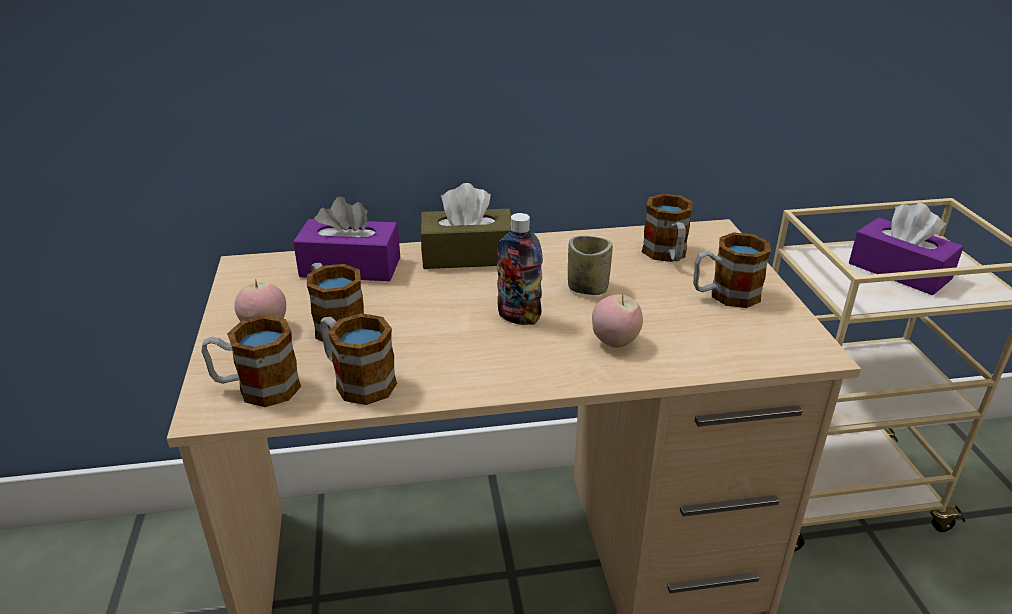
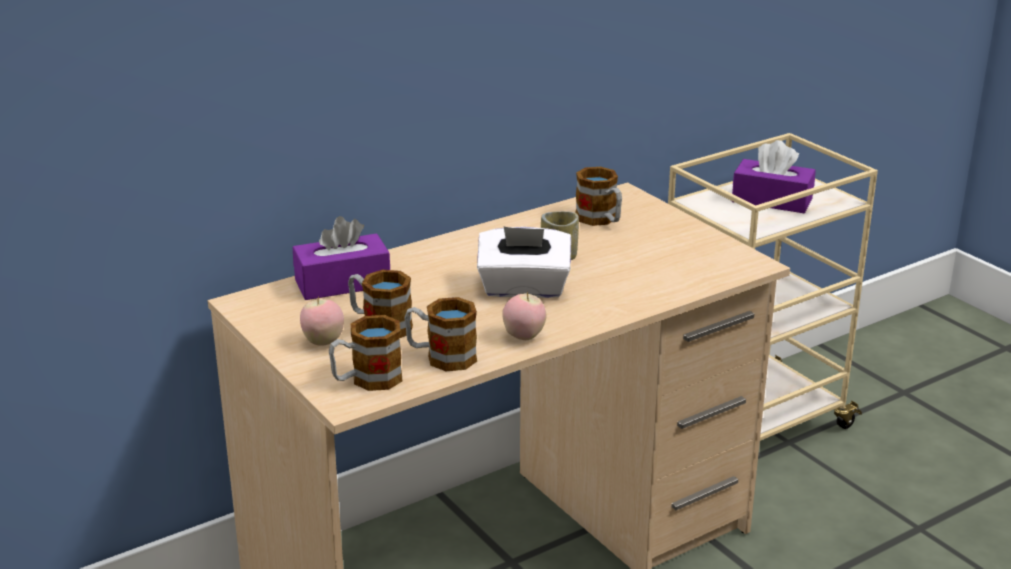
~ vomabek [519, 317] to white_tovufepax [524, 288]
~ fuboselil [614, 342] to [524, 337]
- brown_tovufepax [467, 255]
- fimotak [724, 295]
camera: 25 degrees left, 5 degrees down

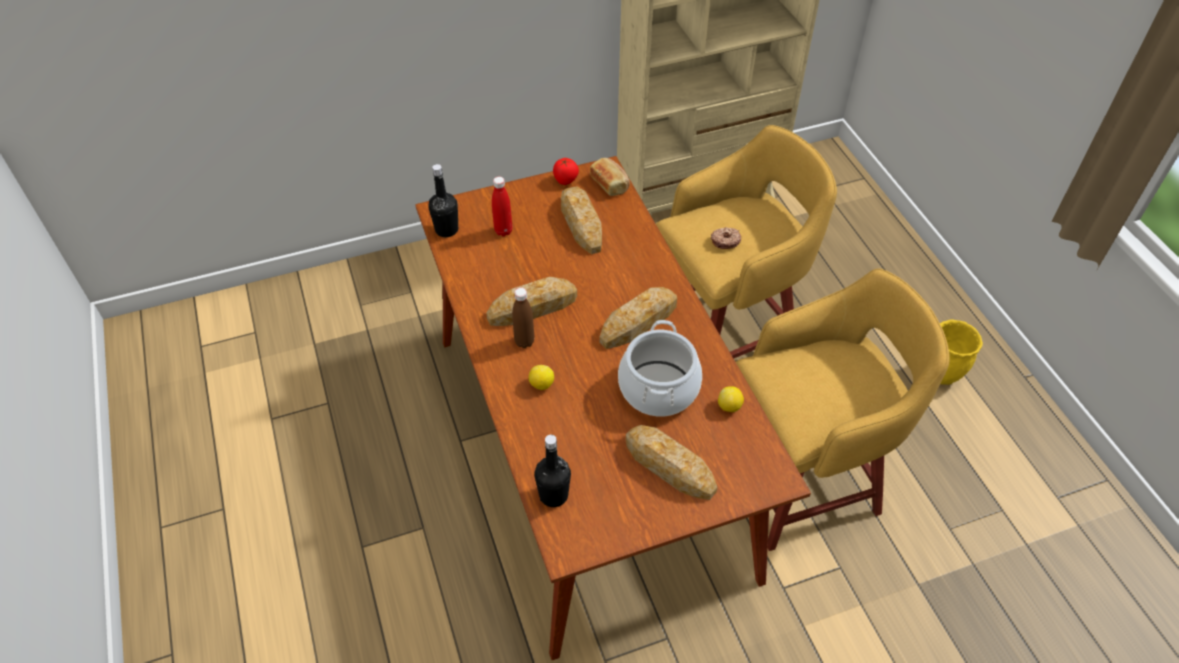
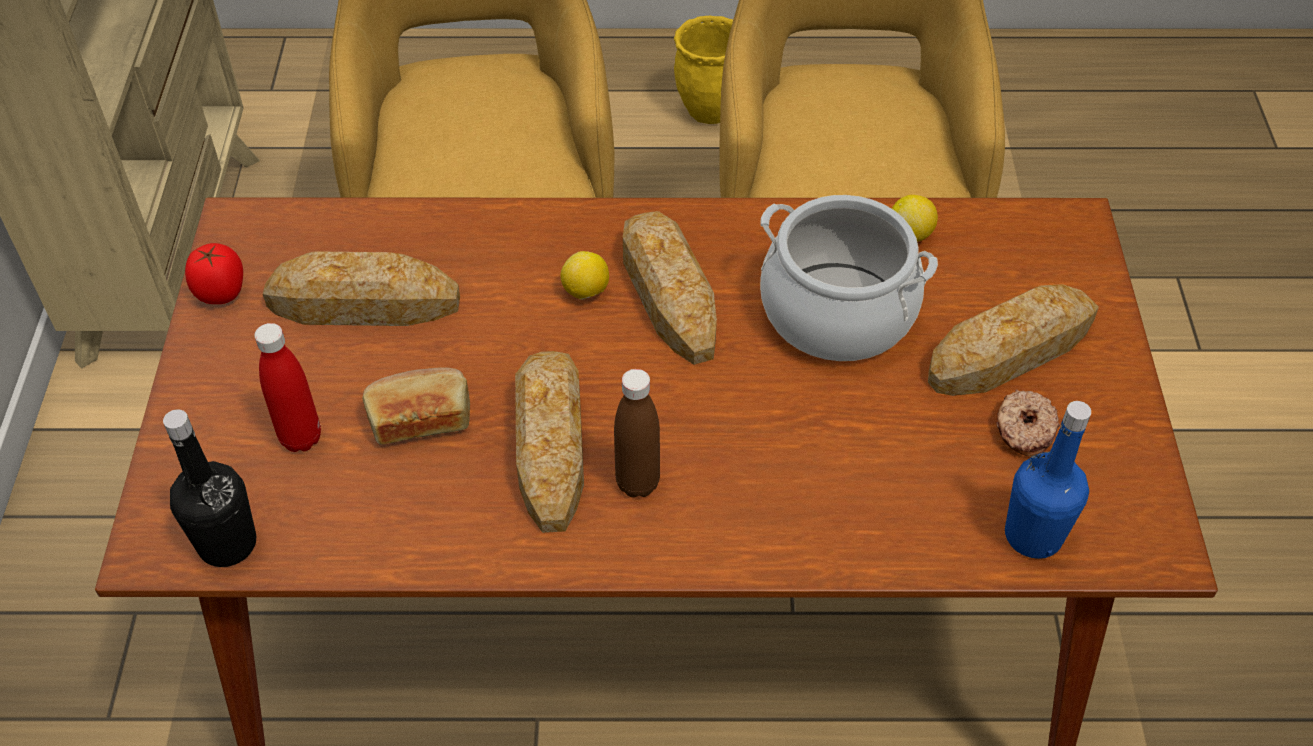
~ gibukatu [610, 183] to [420, 418]
~ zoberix [541, 384] to [586, 292]
~ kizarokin [725, 241] to [1023, 430]
~ black_vomabek [553, 495] to blue_vomabek [1033, 535]
camera: 70 degrees left, 0 degrees up

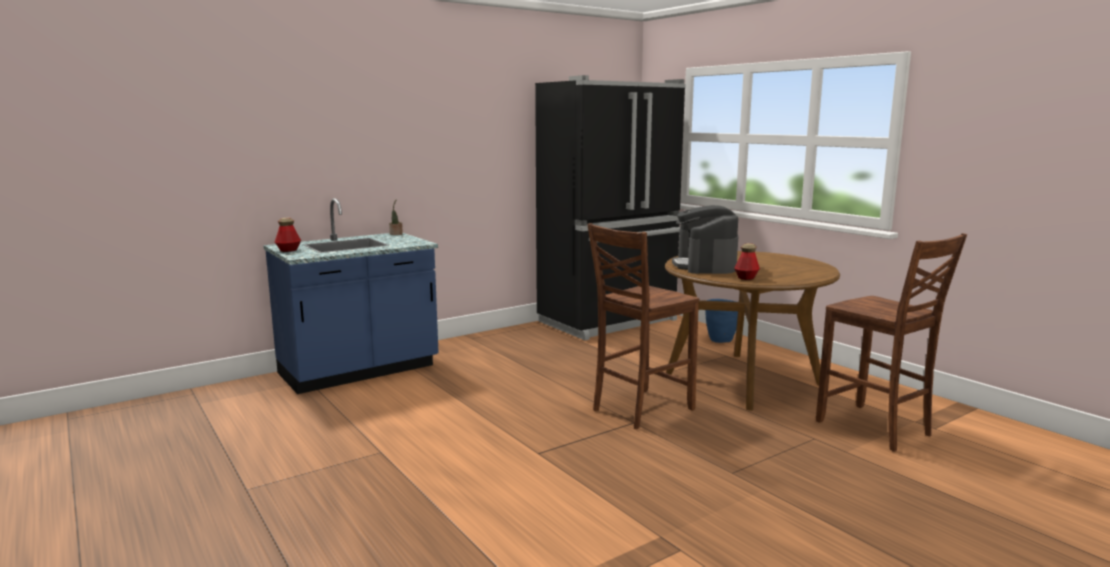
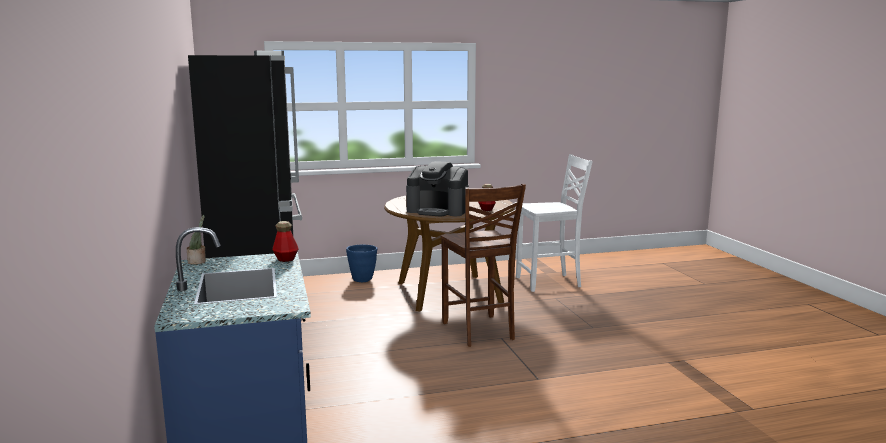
~ vomabek [288, 250] to [286, 259]
~ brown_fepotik [875, 429] to white_fepotik [550, 283]
camera: 70 degrees left, 0 degrees up

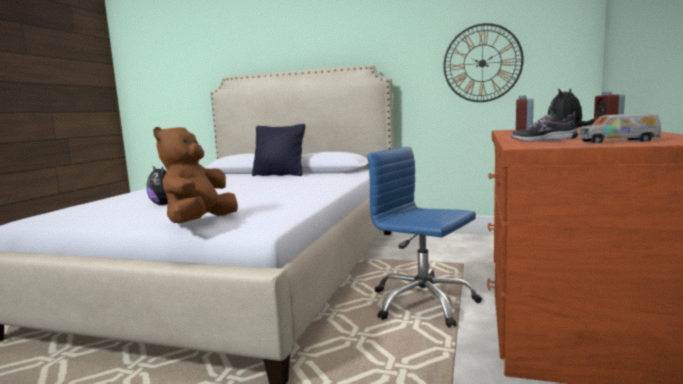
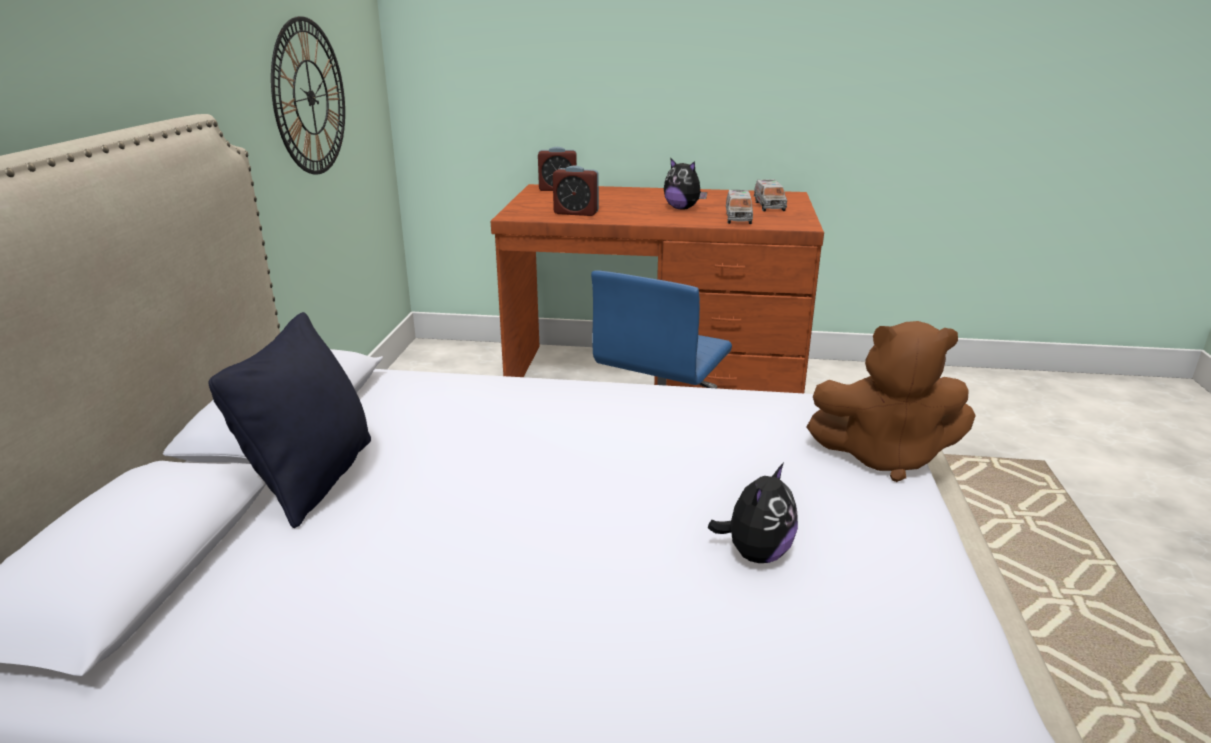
~ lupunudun [543, 140] to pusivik [738, 217]
camera: 100 degrees left, 15 degrees up

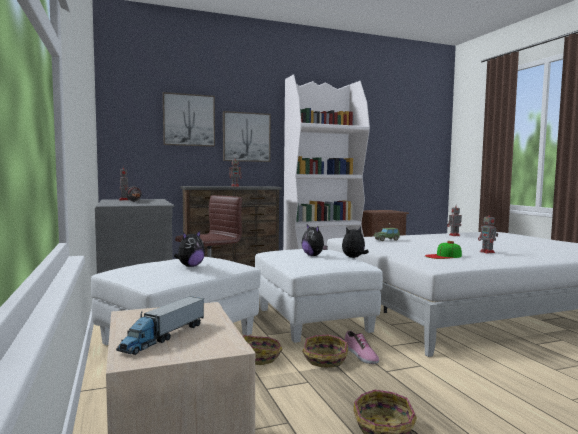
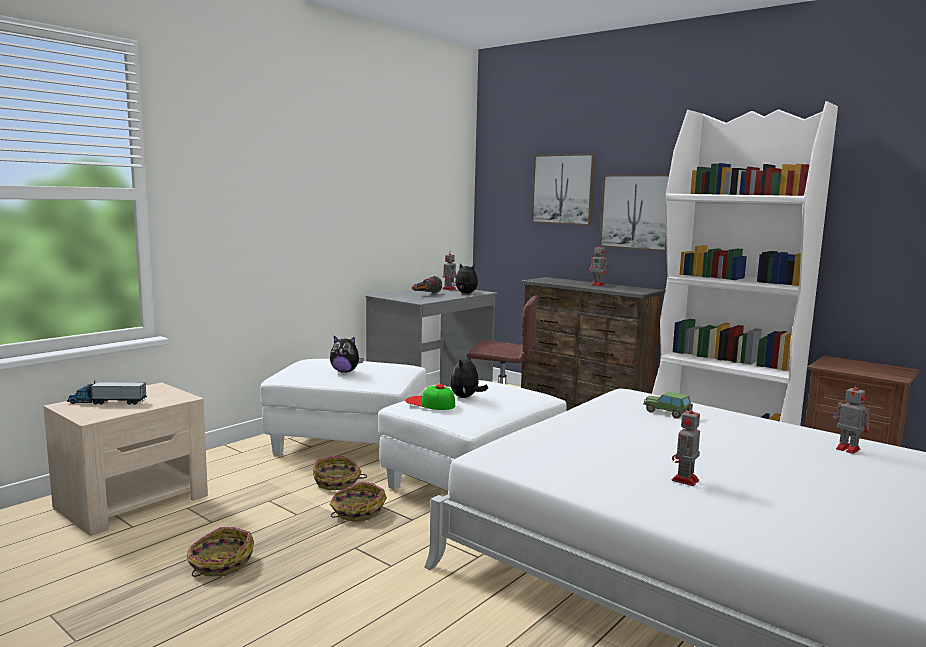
~ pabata [443, 256] to [430, 403]
~ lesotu [354, 258] to [465, 293]
- lupunudun [360, 355]
camera: 60 degrees right, 5 degrees up

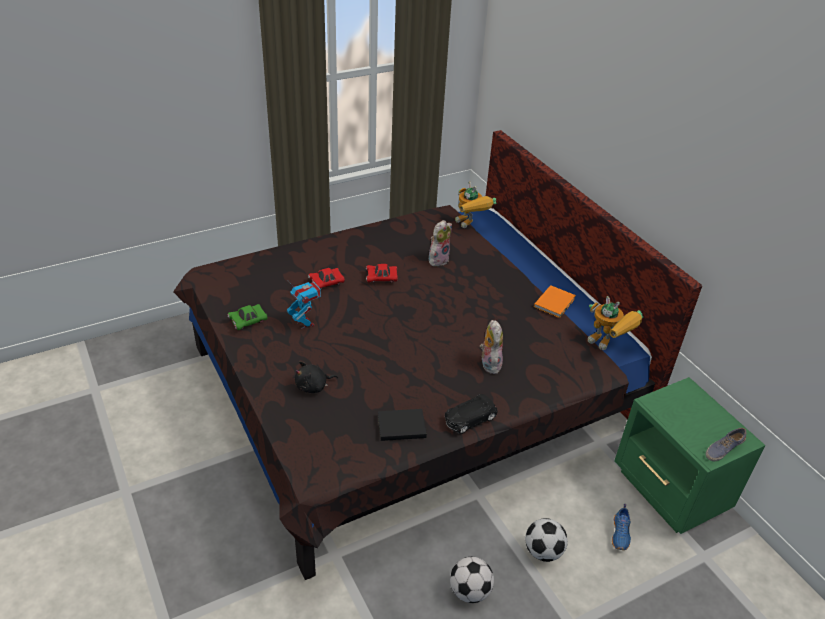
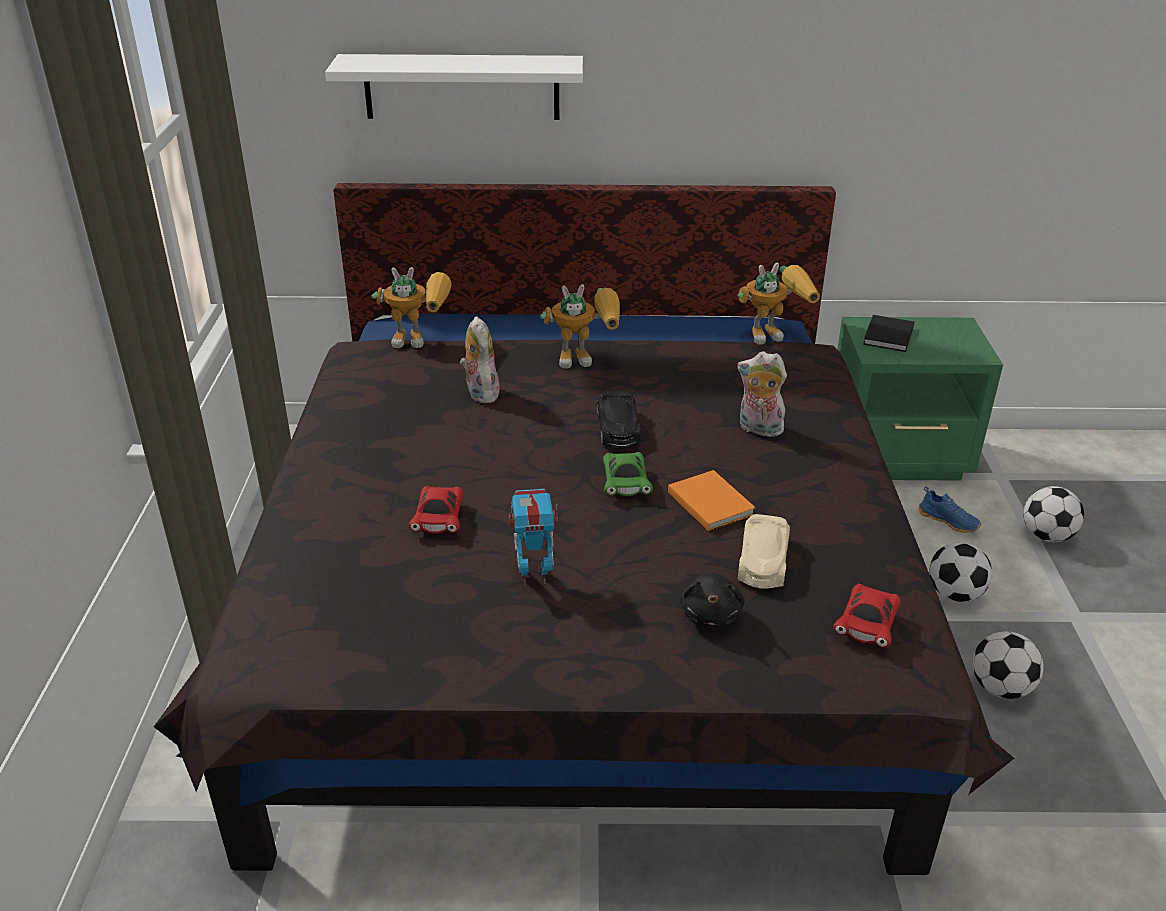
+ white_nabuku [462, 87]
+ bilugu [587, 358]
~ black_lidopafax [469, 418] to [618, 429]
~ green_lidopafax [248, 322] to [625, 484]
~ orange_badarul [555, 302] to [710, 502]
+ beige_lidopafax [763, 561]
~ red_lidopafax [381, 278] to [867, 626]
~ black_badarul [400, 426] to [887, 336]
+ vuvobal [1046, 536]
- lupunudun [723, 449]
camera: 60 degrees left, 5 degrees down

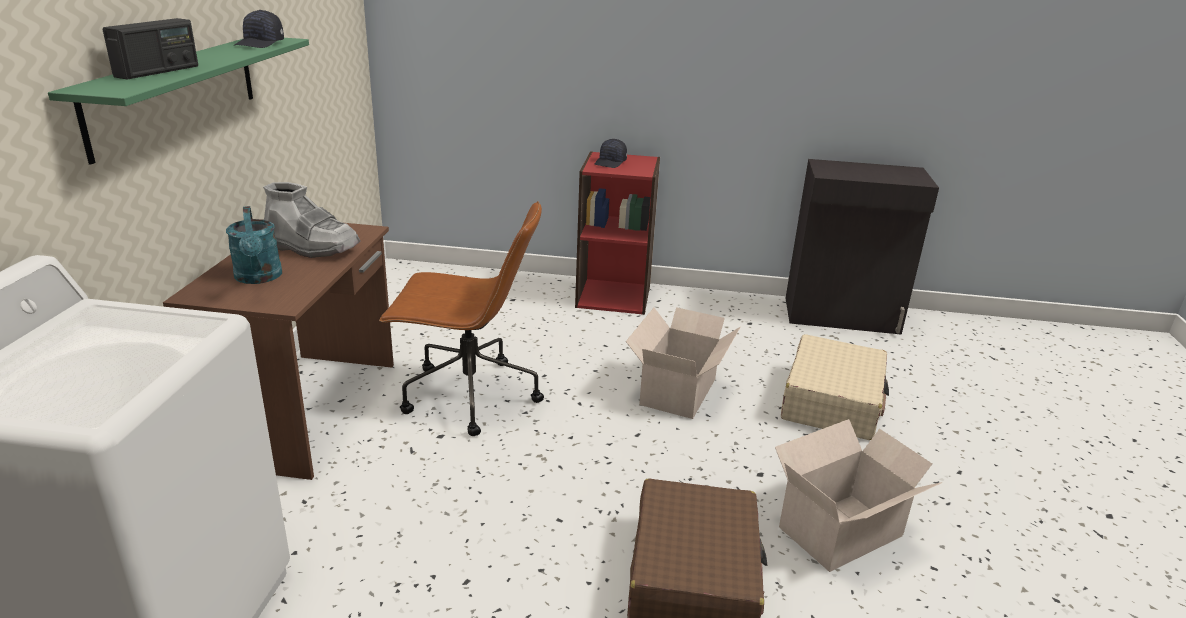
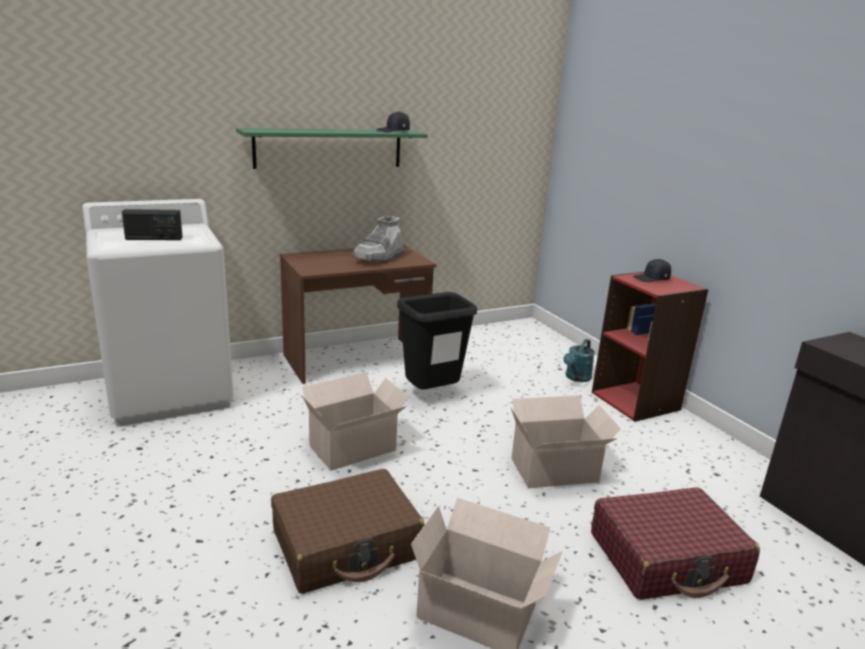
~ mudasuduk [158, 71] to [154, 238]
+ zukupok [355, 448]
~ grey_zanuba [312, 247] = [379, 258] 45 degrees clockwise
~ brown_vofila [468, 396] to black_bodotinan [431, 395]
~ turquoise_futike [259, 278] to [576, 378]
~ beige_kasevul [832, 401] to red_kasevul [667, 558]
camera: 55 degrees right, 5 degrees down

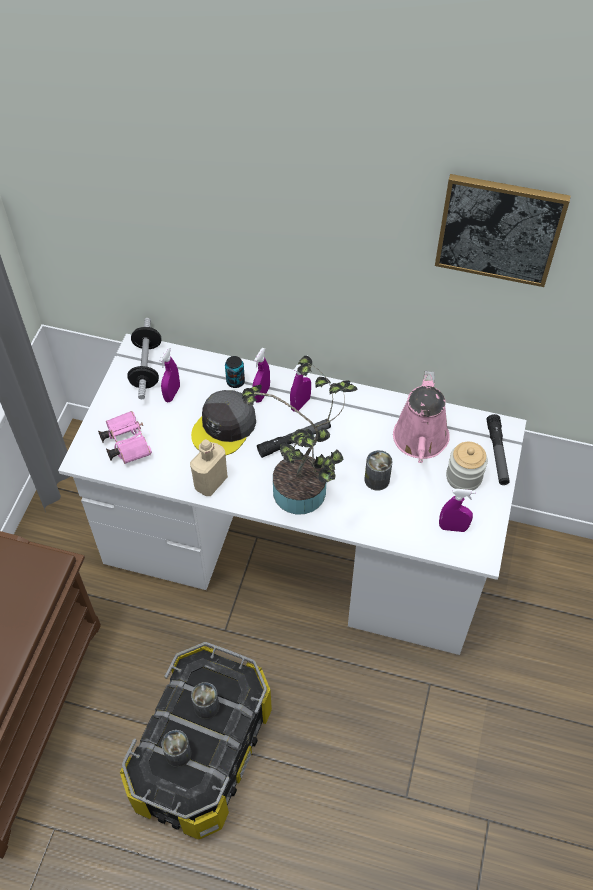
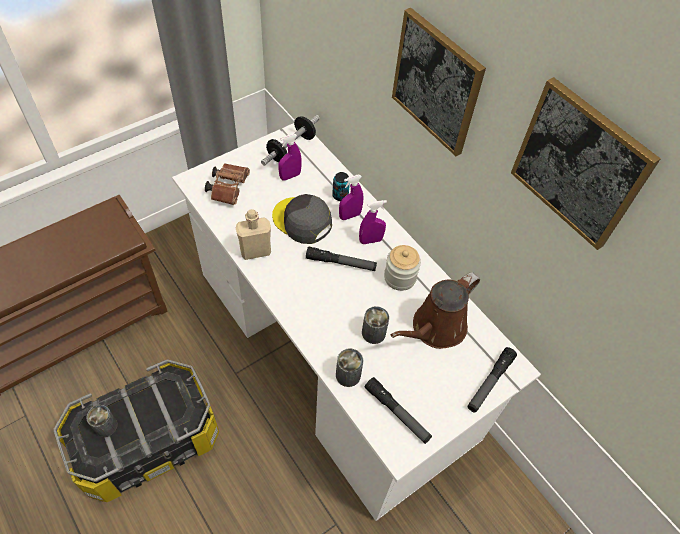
~ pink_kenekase [126, 443] to brown_kenekase [229, 188]
~ grey_pabata [224, 427] = [302, 221] 60 degrees clockwise
~ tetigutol [206, 706] to [348, 375]
~ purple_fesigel [453, 527] to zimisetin [397, 413]
~ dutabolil [464, 477] to [400, 277]
~ pink_futike [420, 441] to brown_futike [435, 329]
+ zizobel [437, 82]
- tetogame [303, 496]
camera: 35 degrees right, 0 degrees up

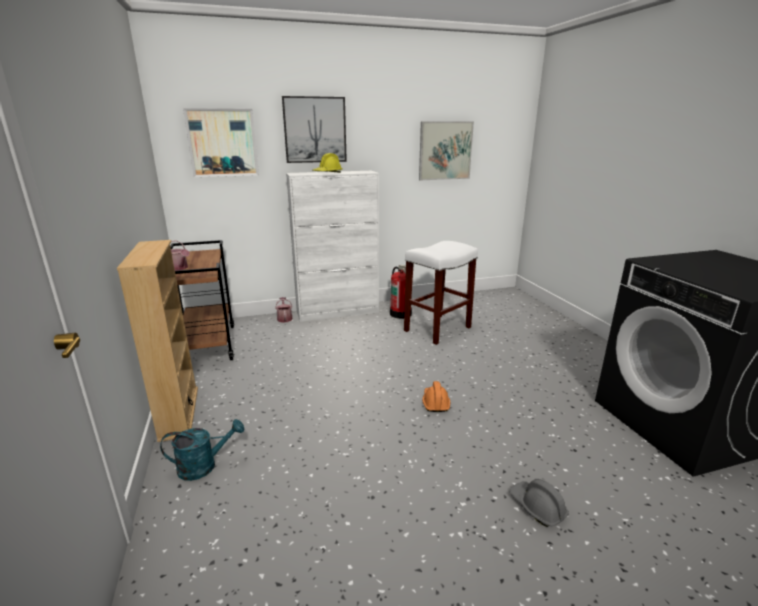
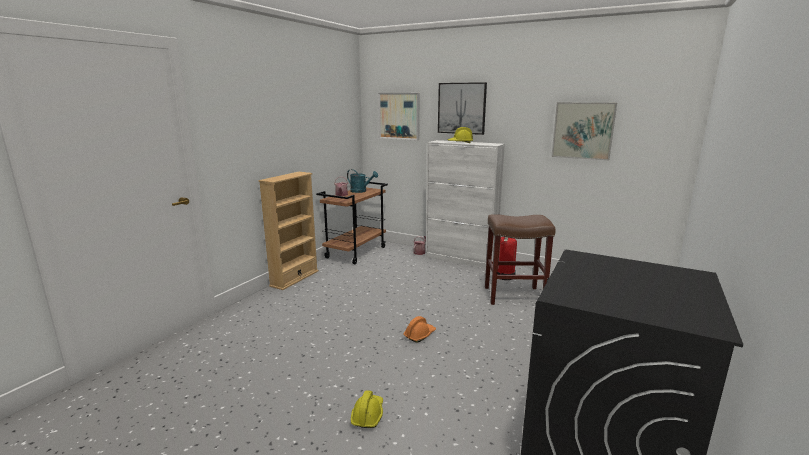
~ turquoise_futike [204, 466] to [361, 191]
~ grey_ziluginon [537, 507] to yellow_ziluginon [368, 415]
~ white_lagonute [437, 329] to brown_lagonute [513, 296]
camera: 45 degrees right, 5 degrees down

